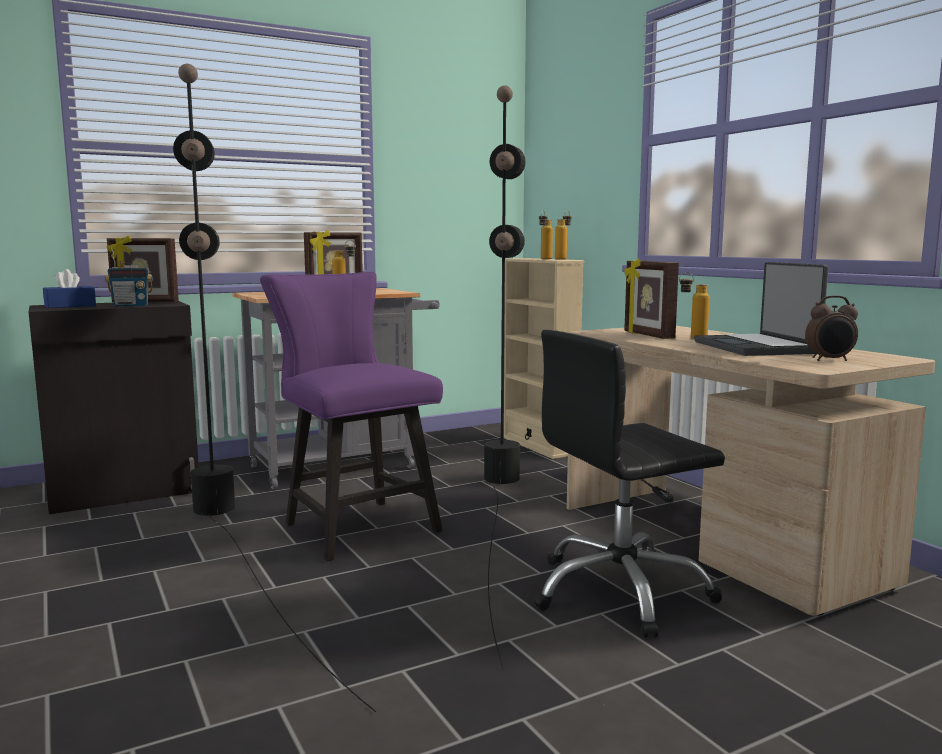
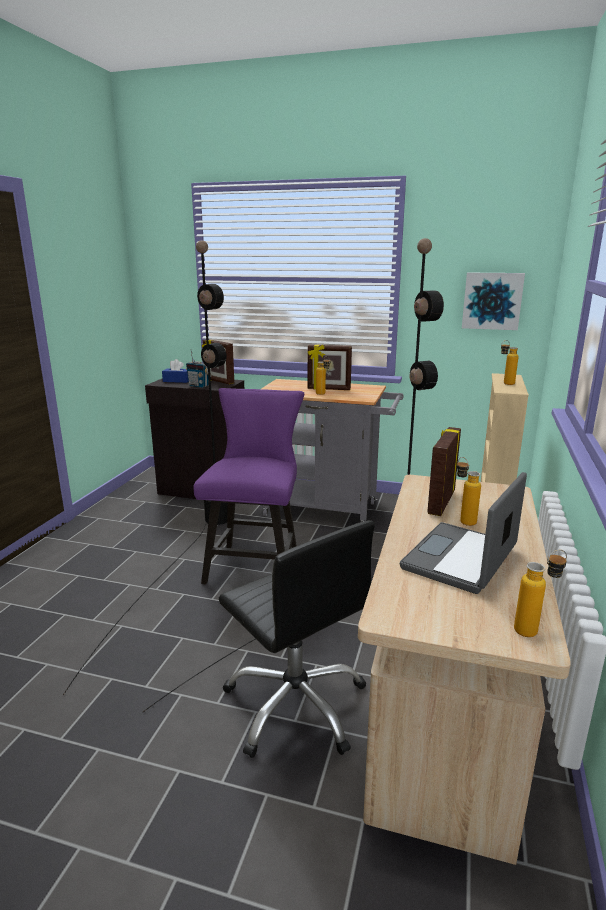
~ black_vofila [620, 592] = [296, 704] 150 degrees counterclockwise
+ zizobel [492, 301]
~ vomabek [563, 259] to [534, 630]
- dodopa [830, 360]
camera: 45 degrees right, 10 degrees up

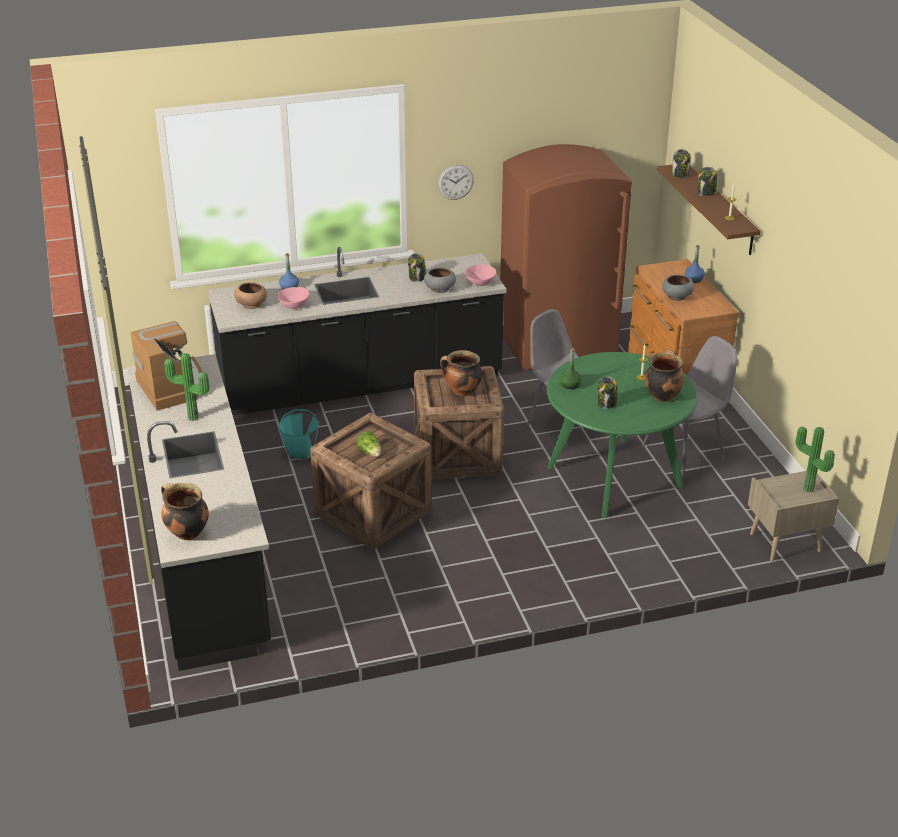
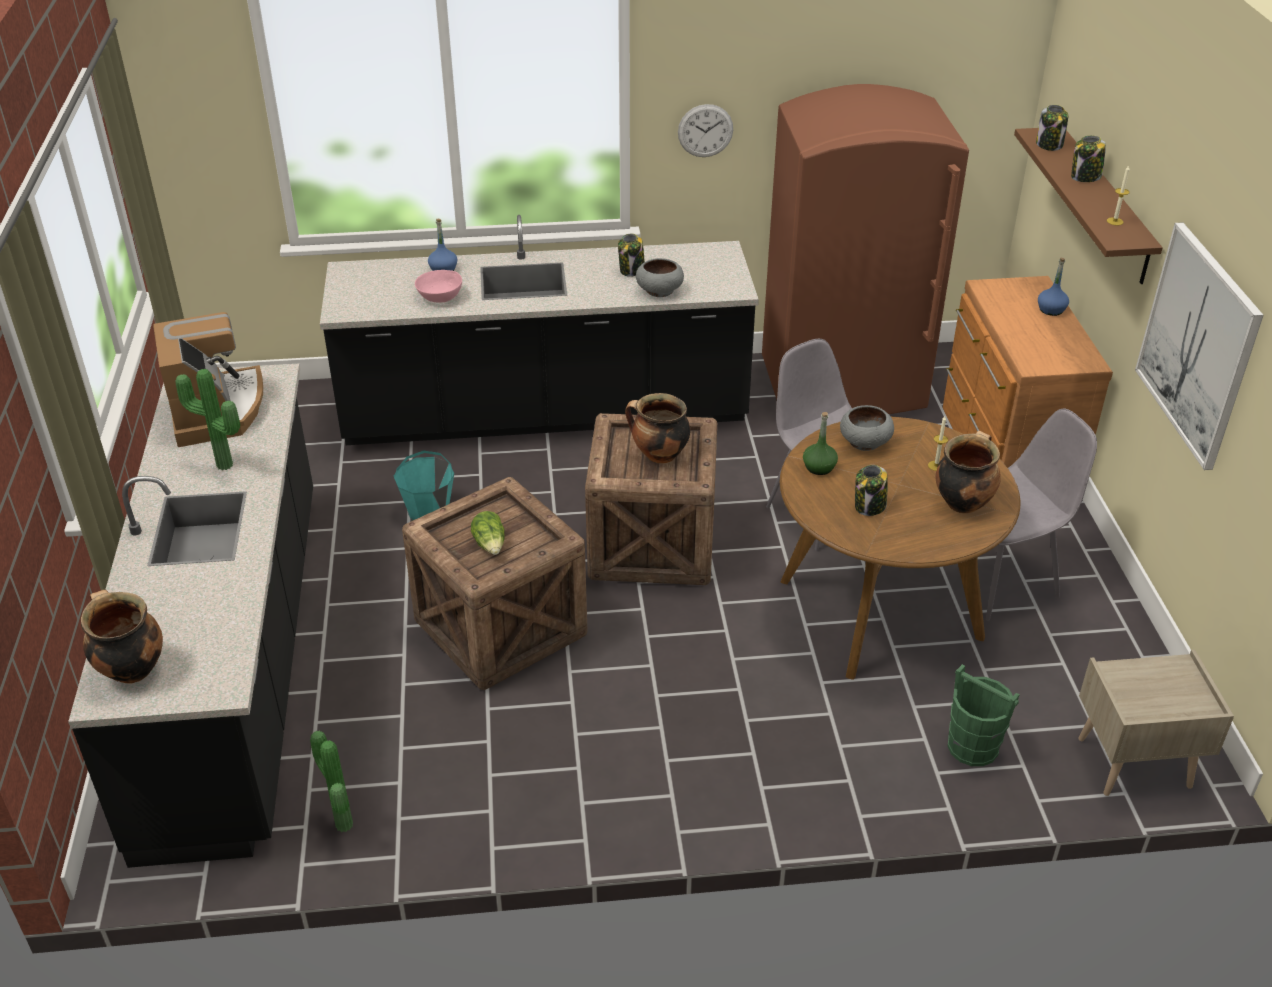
~ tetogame [807, 490] to [341, 826]
~ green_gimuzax [614, 476] to brown_gimuzax [880, 608]
~ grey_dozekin [676, 296] to [864, 442]
+ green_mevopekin [973, 747]
+ zizobel [1197, 344]
- brown_dozekin [251, 304]
- pink_dozekin [480, 282]
camera: 10 degrees right, 5 degrees up

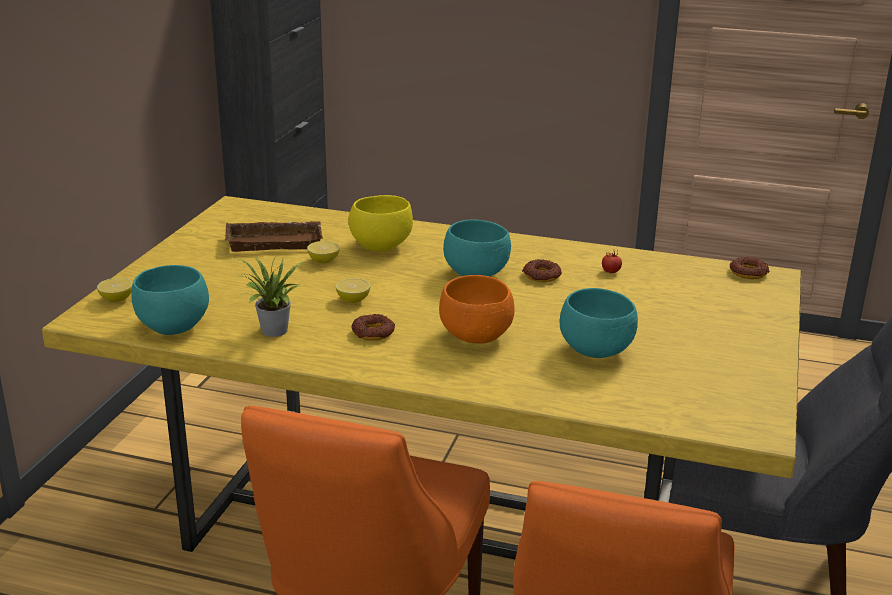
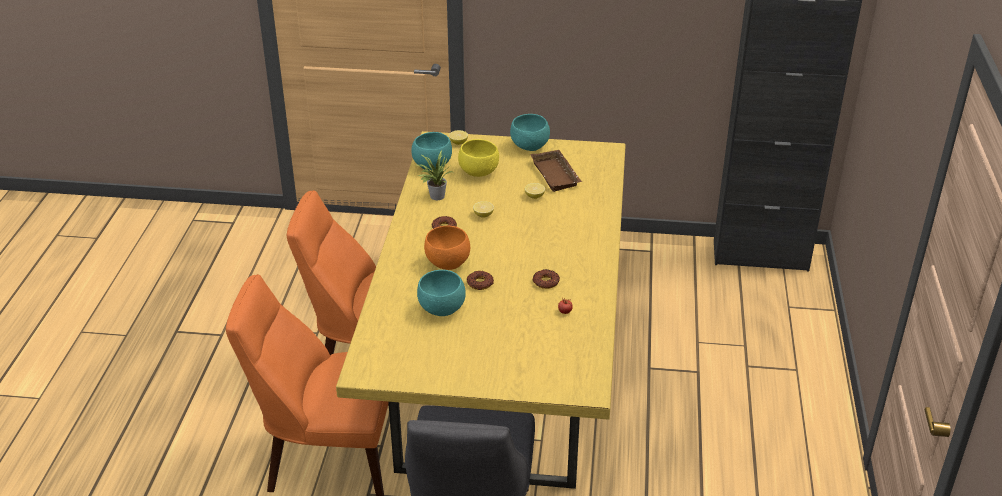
~ yellow_dozekin [380, 246] to [479, 172]
~ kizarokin [748, 273] to [480, 283]
~ turquoise_dozekin [477, 274] to [530, 147]
camera: 80 degrees right, 10 degrees up

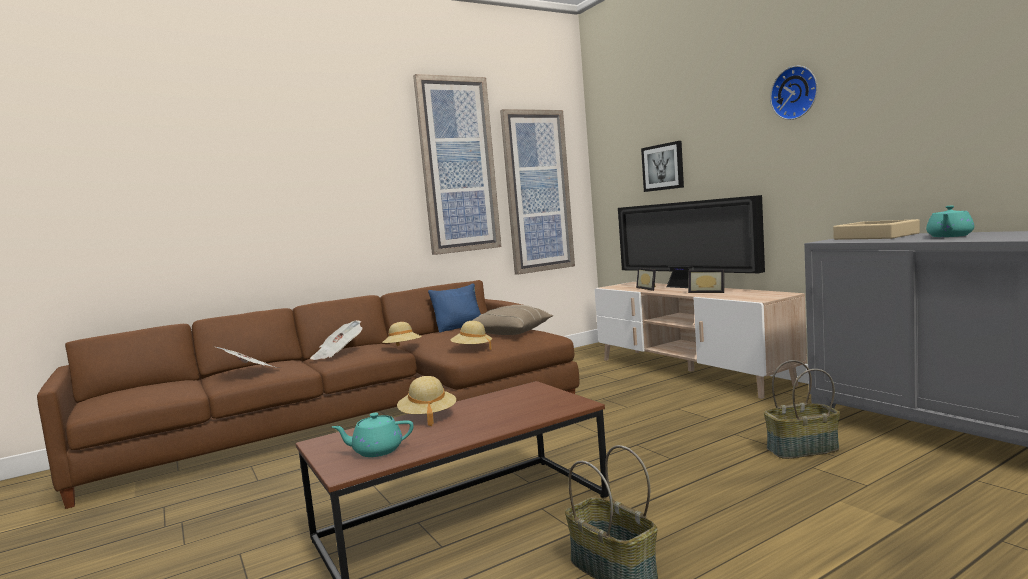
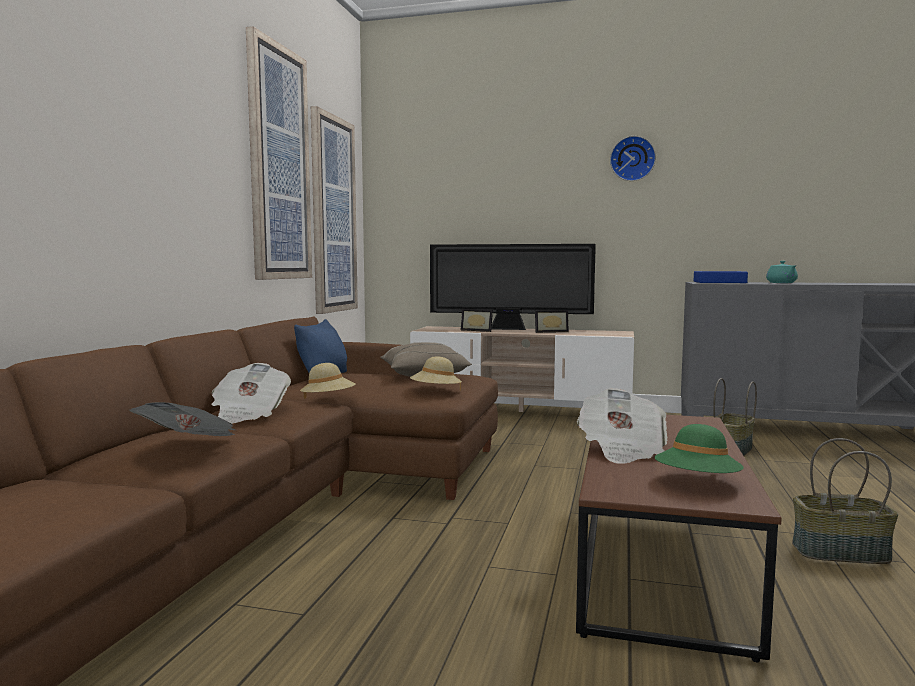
~ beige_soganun [428, 416] to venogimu [621, 450]
~ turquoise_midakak [376, 451] to green_soganun [697, 482]
~ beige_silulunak [876, 236] to blue_silulunak [719, 282]
- zizobel [663, 167]
camera: 45 degrees left, 0 degrees up

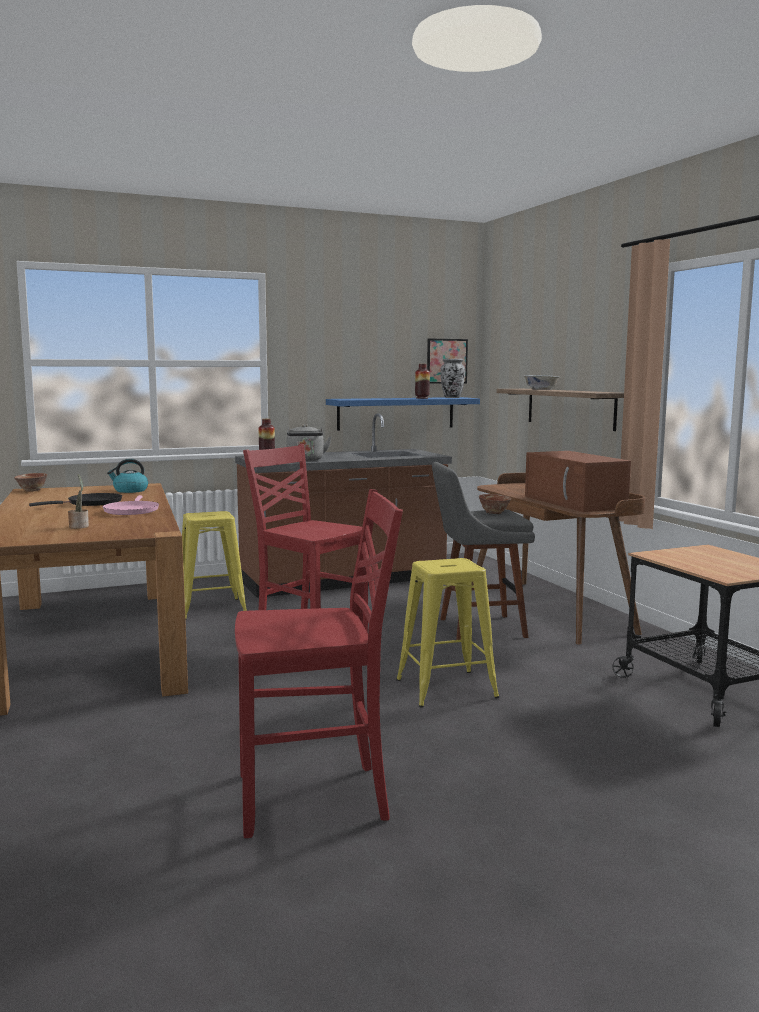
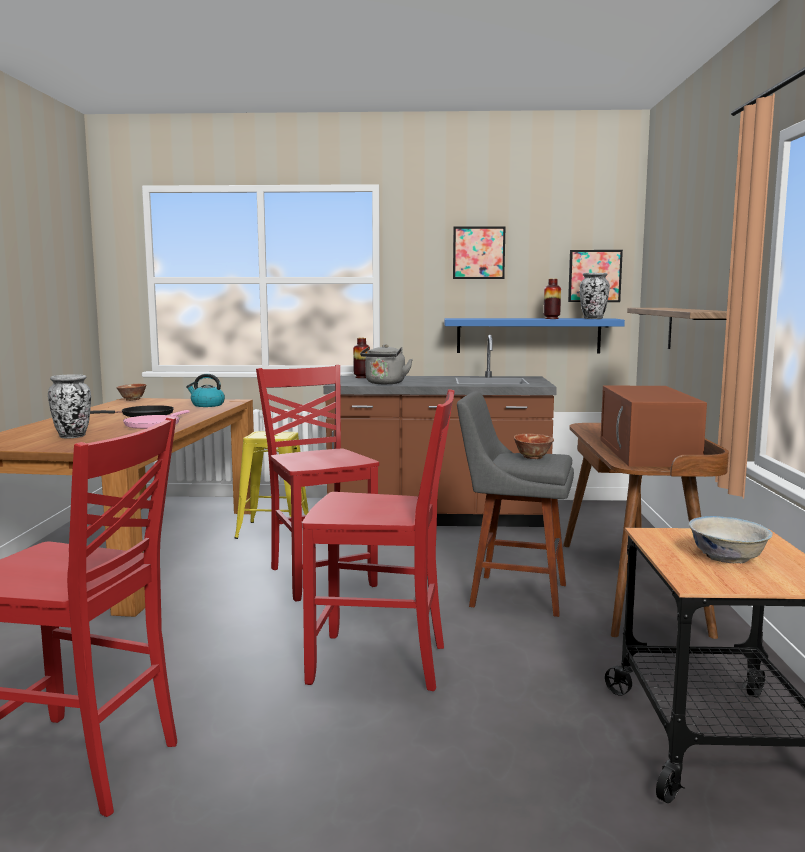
~ tetogame [79, 526] to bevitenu [72, 436]
~ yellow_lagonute [446, 689] to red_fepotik [381, 664]
+ zizobel [478, 253]
~ white_dozekin [540, 389] to [727, 557]
camera: 25 degrees right, 0 degrees up

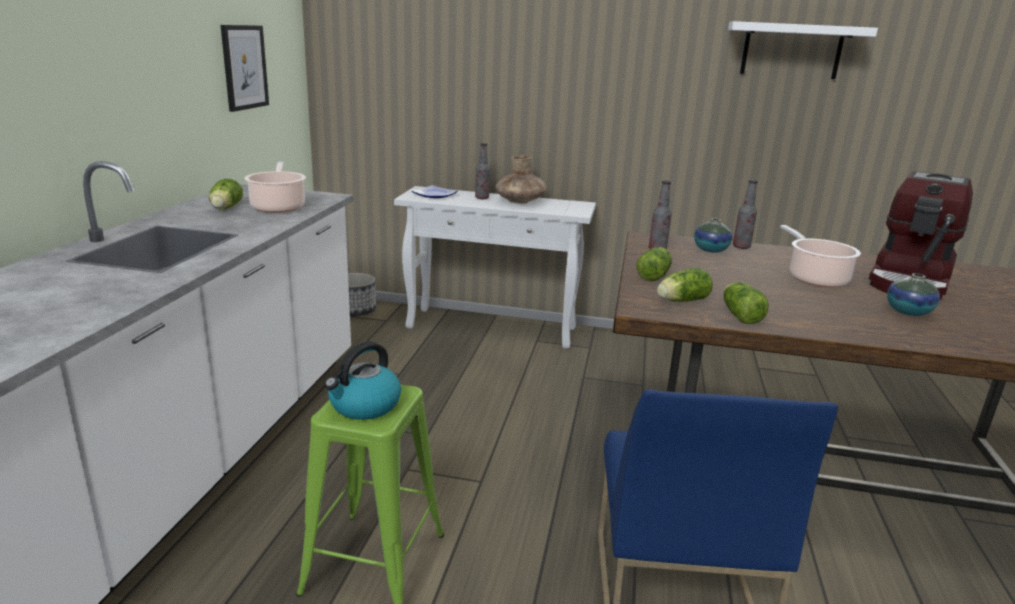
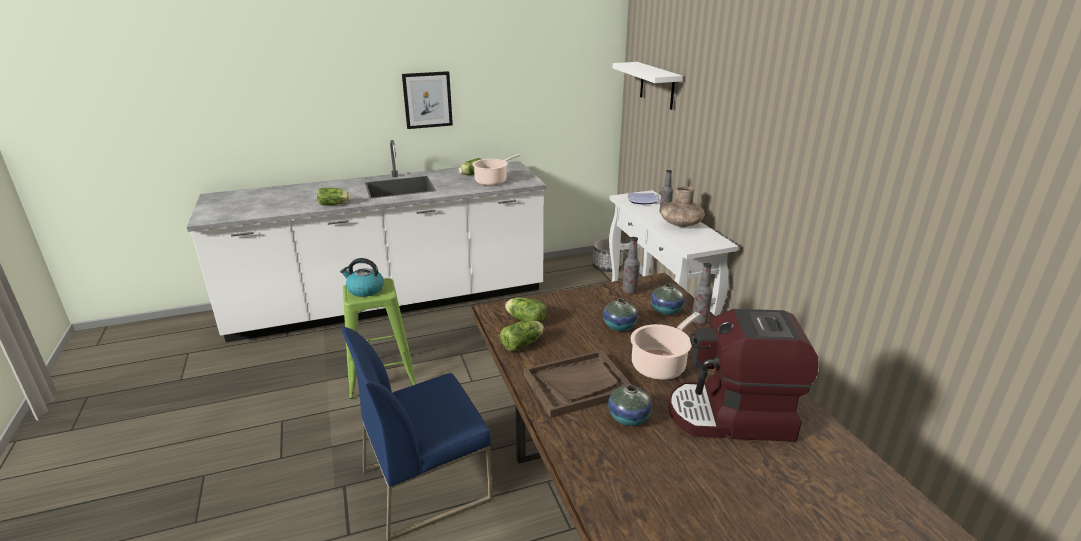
~ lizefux [654, 275] to [335, 204]
~ zizobel [244, 67] to [427, 100]
+ brown_silulunak [577, 385]
+ bevitenu [619, 326]
~ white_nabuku [791, 50] to [657, 85]
camera: 60 degrees right, 5 degrees up

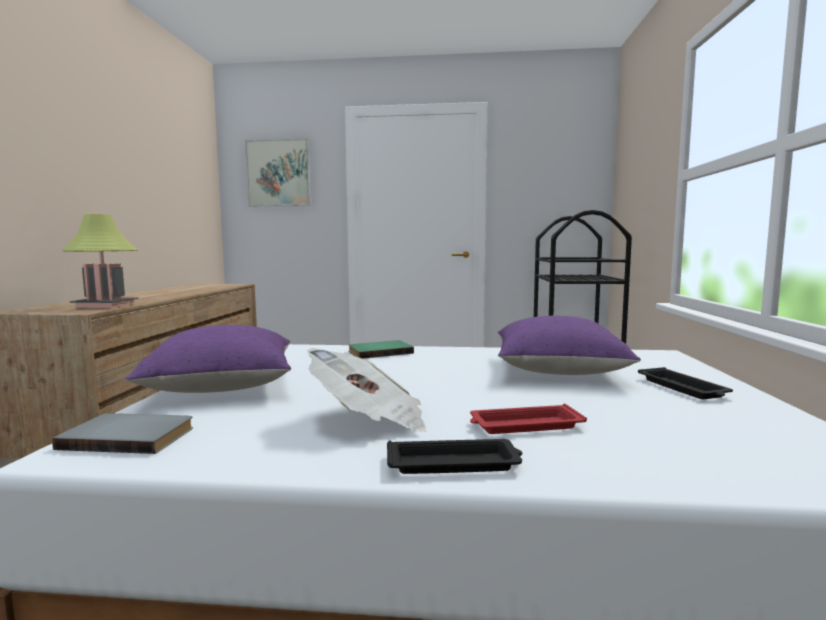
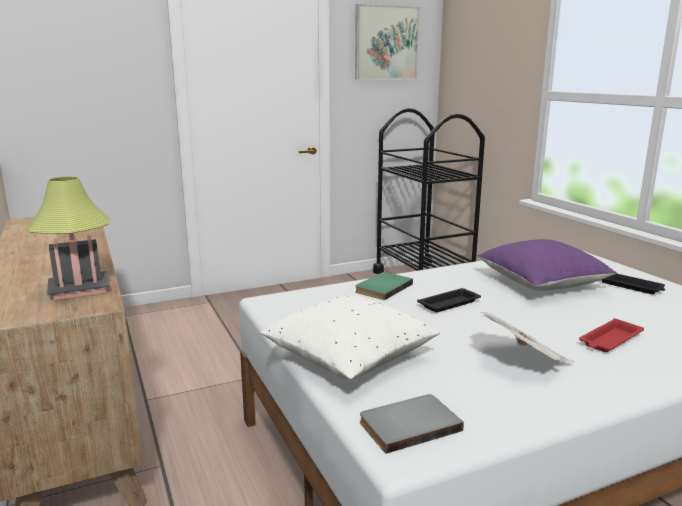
~ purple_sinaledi [222, 386] to white_sinaledi [349, 358]
~ zizobel [278, 173] to [386, 43]
~ black_silulunak [455, 463] to [450, 303]
camera: 30 degrees left, 10 degrees up

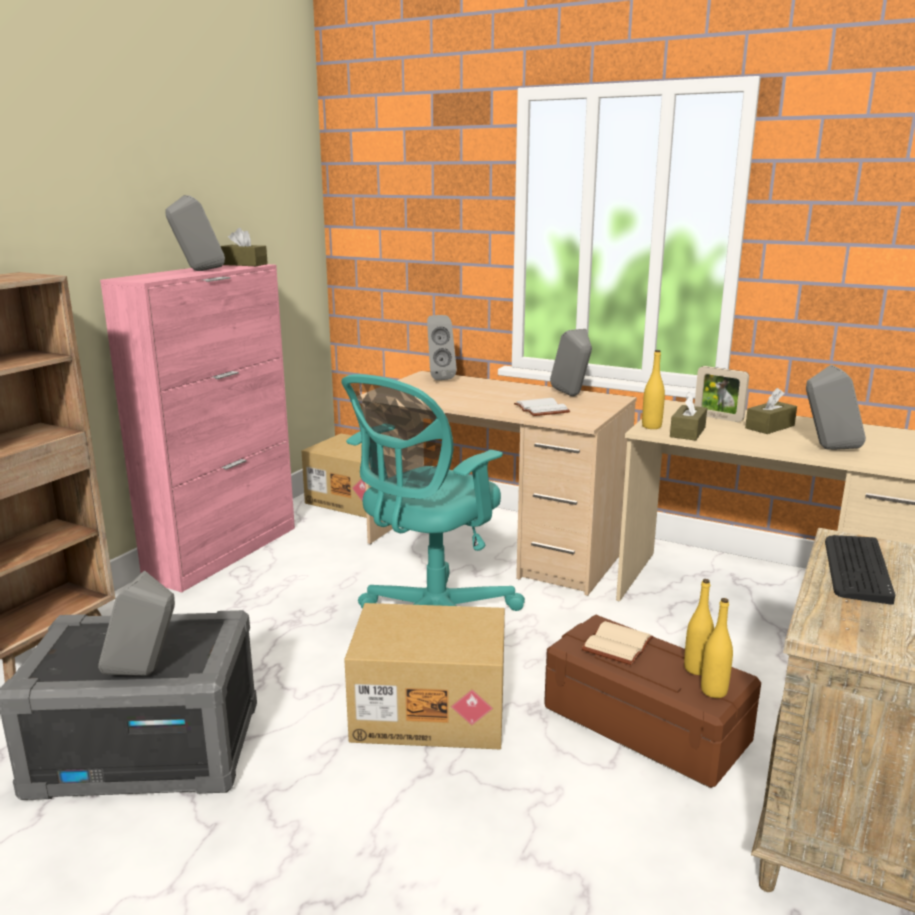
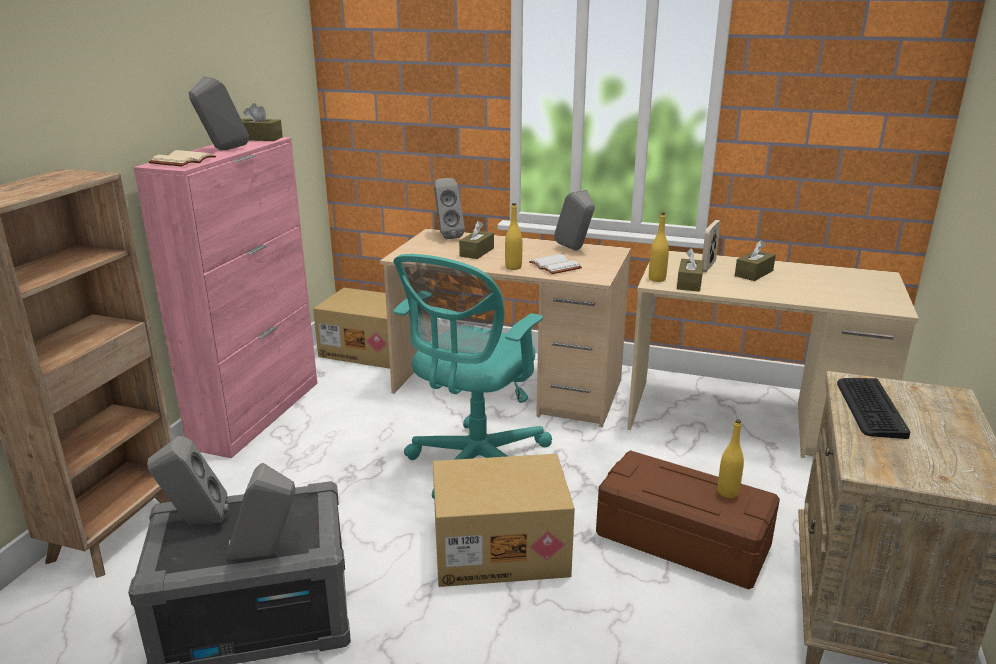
~ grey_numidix [827, 449] to [195, 522]
~ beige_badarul [616, 644] to [182, 161]
+ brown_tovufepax [477, 252]
~ yellow_vomabek [713, 691] to [513, 267]
~ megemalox [718, 418] = [708, 266] 90 degrees clockwise
camera: 10 degrees left, 5 degrees up

